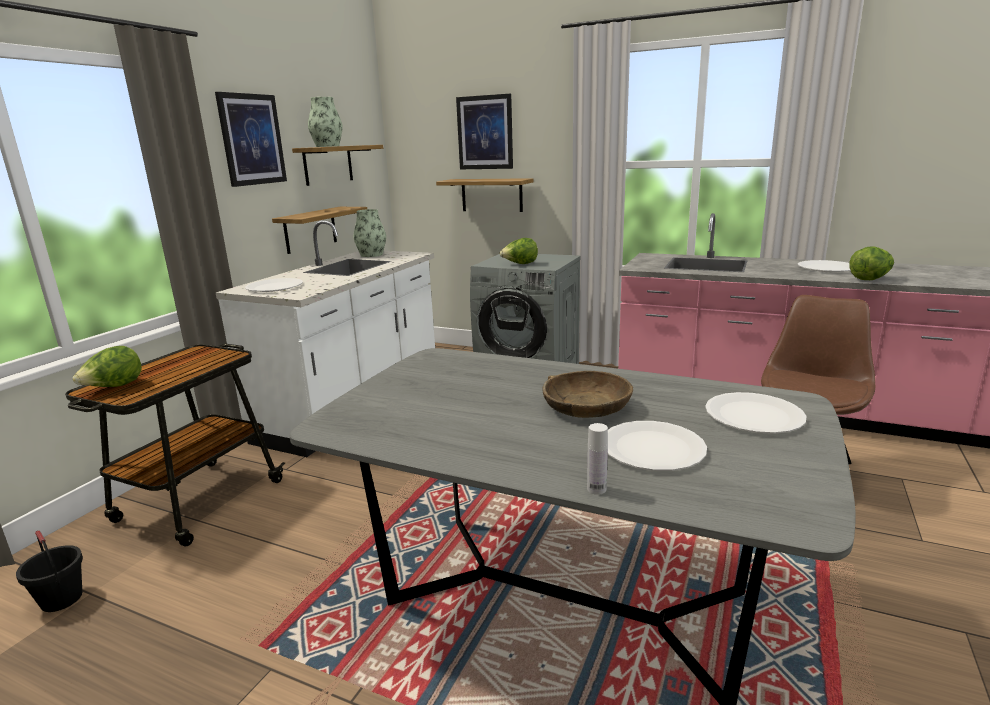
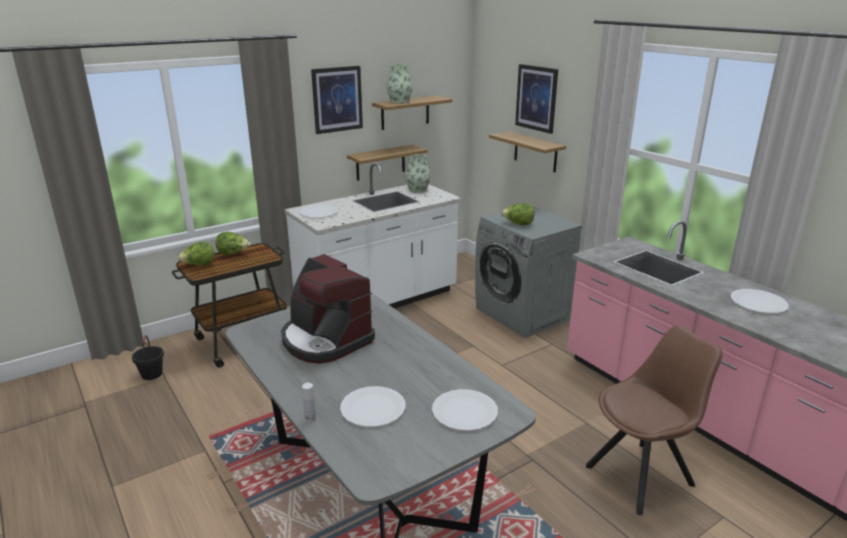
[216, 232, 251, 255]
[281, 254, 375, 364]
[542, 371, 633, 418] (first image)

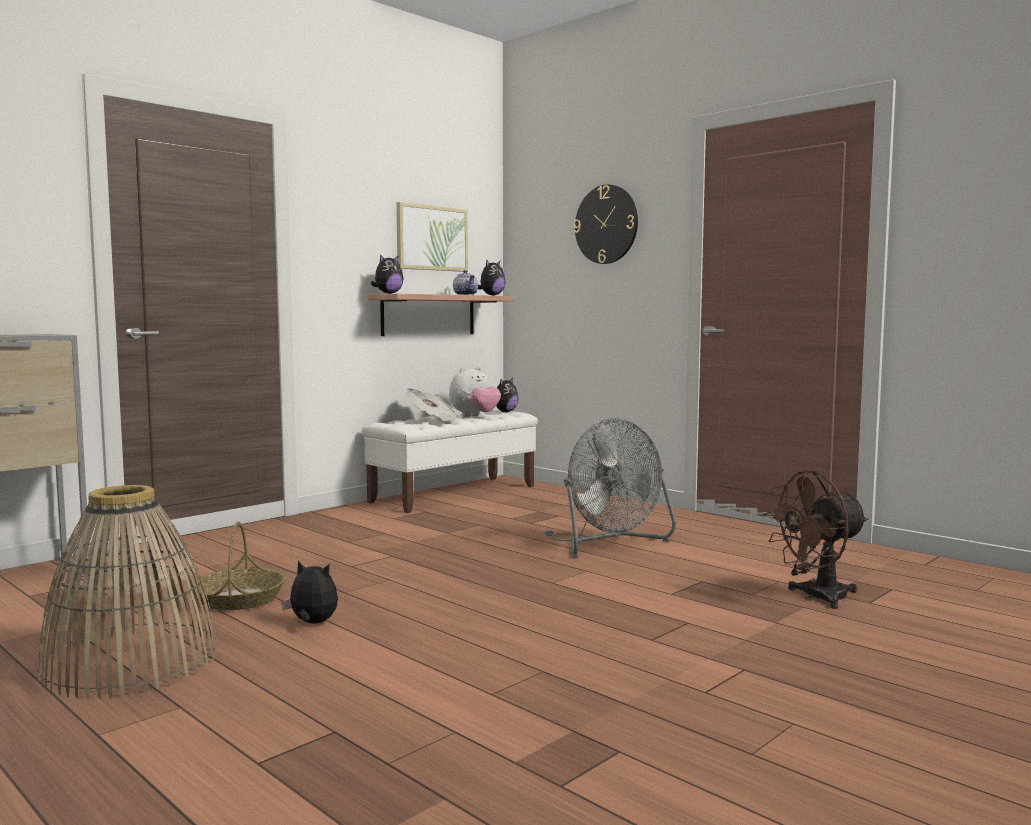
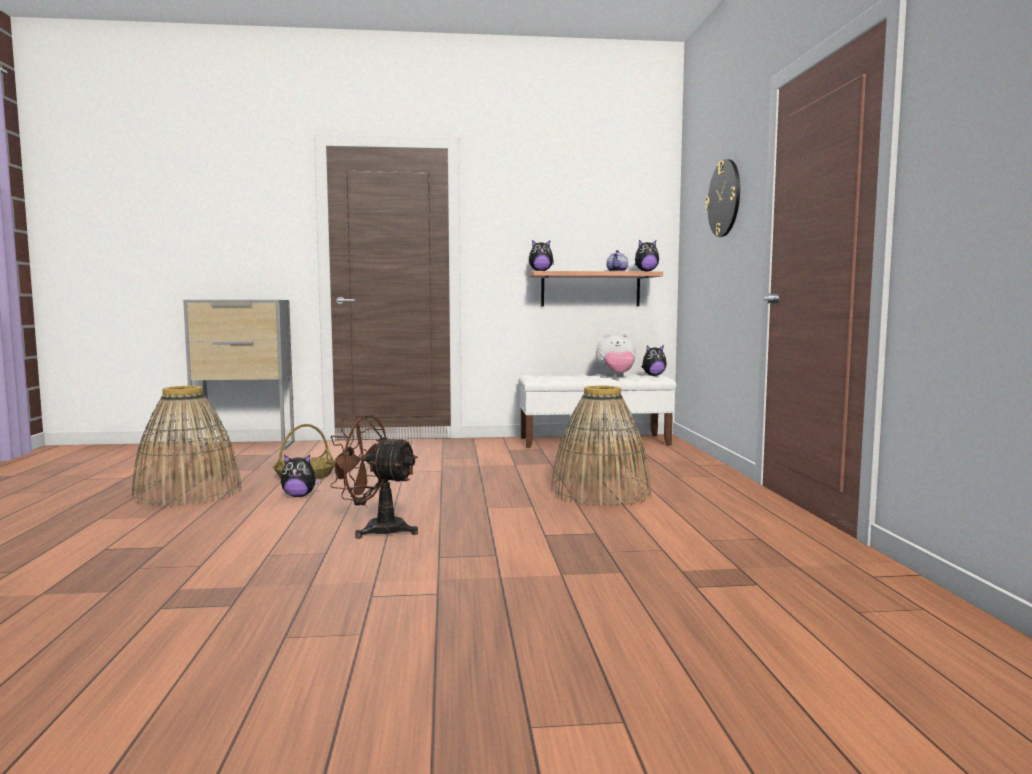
[281, 455, 321, 497]
[326, 415, 418, 539]
[551, 386, 651, 507]
[396, 202, 468, 272] (first image)
[406, 388, 459, 422] (first image)

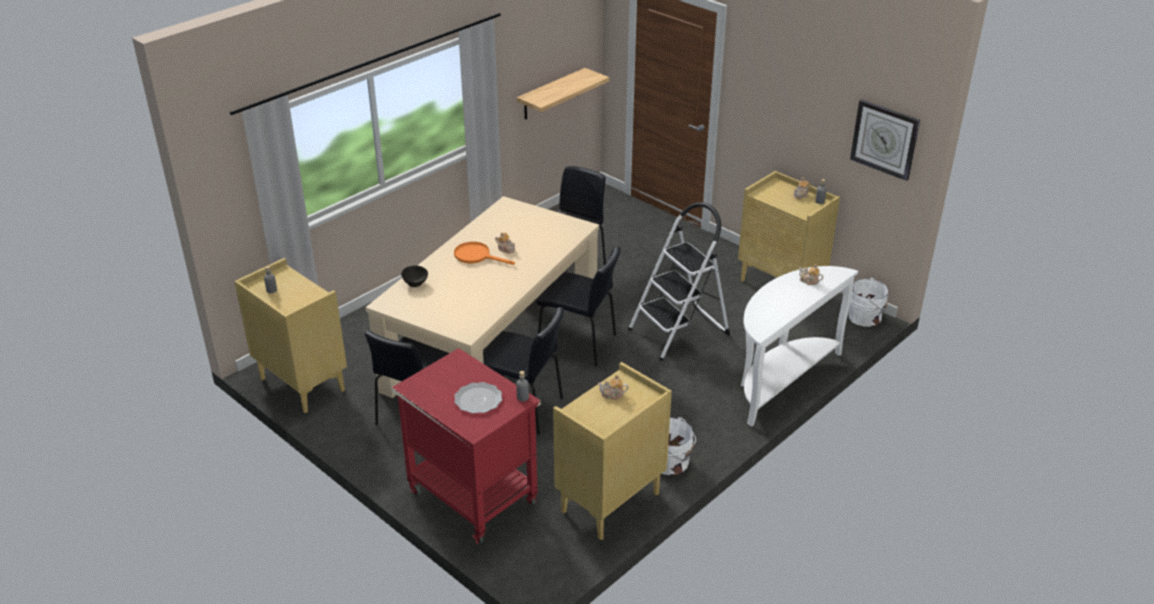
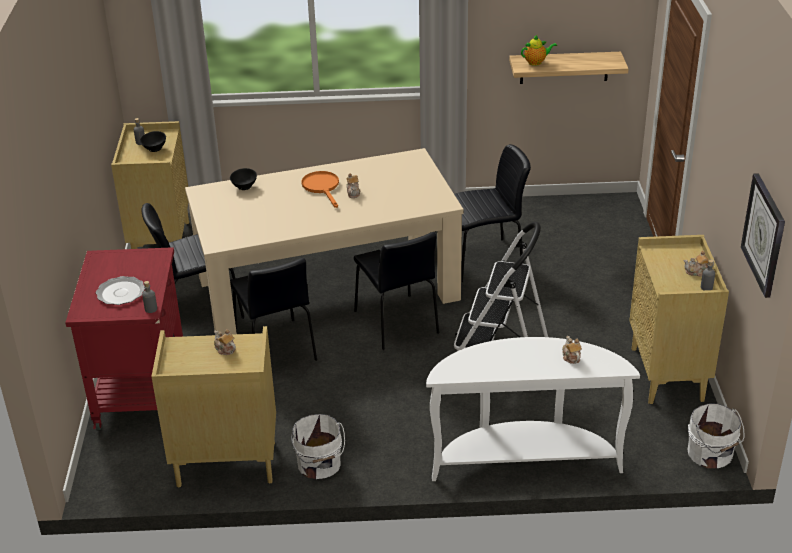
[140, 131, 166, 152]
[521, 35, 557, 66]

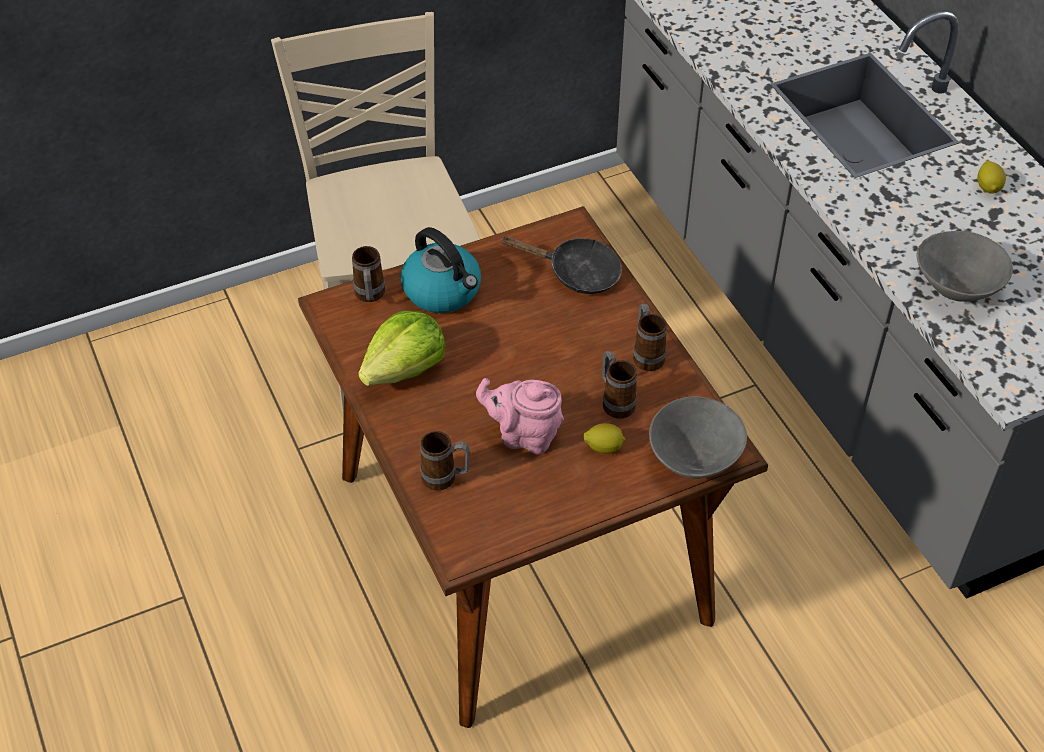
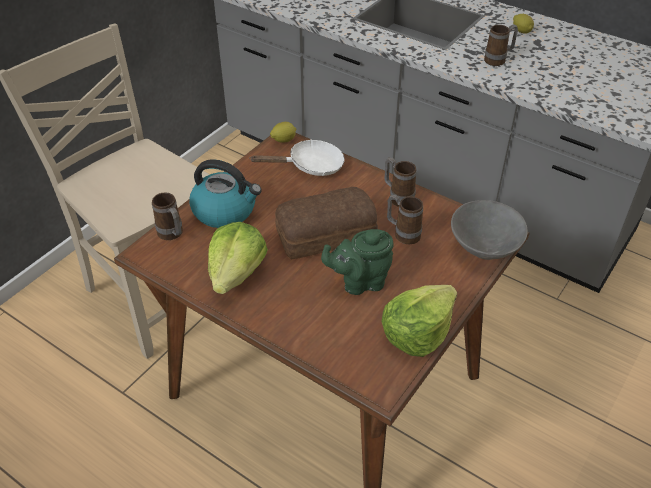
[249, 139, 345, 176]
[270, 122, 296, 143]
[275, 187, 378, 260]
[321, 229, 393, 295]
[381, 285, 457, 357]
[484, 24, 518, 66]
[917, 231, 1013, 302] (first image)

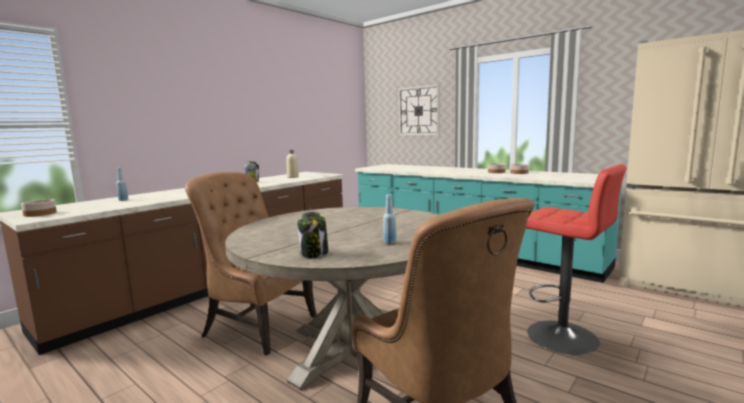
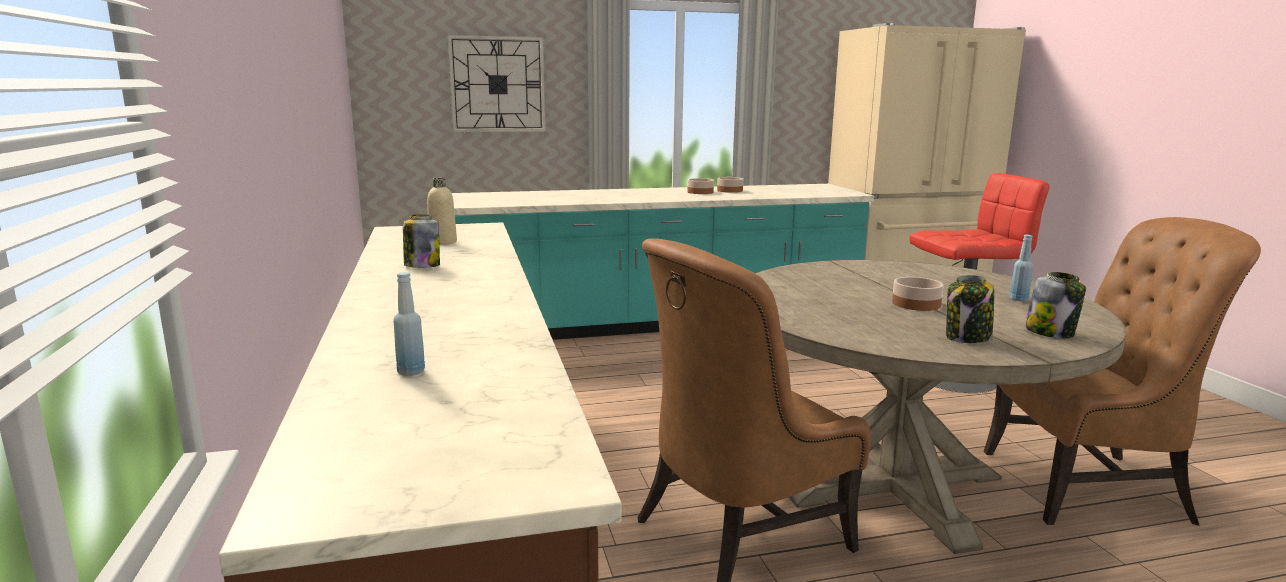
[892, 277, 944, 311]
[946, 275, 994, 343]

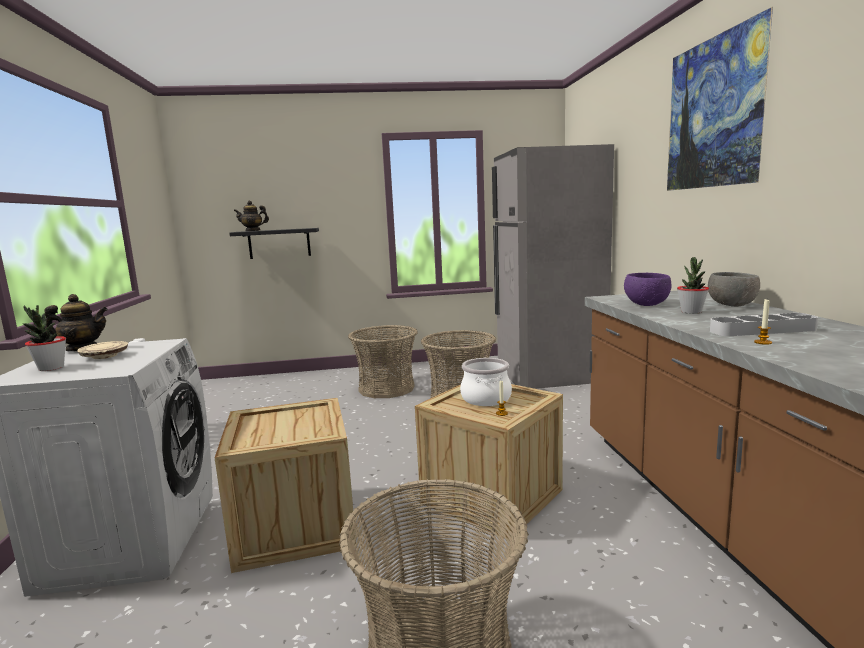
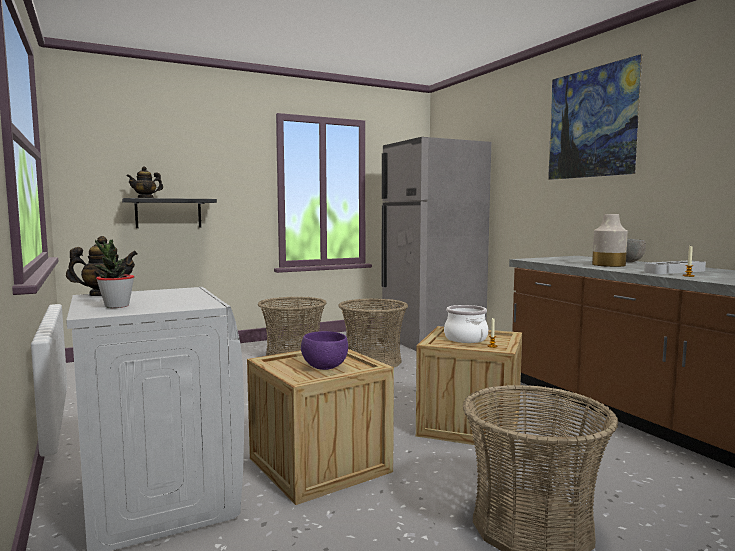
[301, 331, 348, 370]
[592, 214, 628, 267]
[77, 341, 128, 359] (first image)

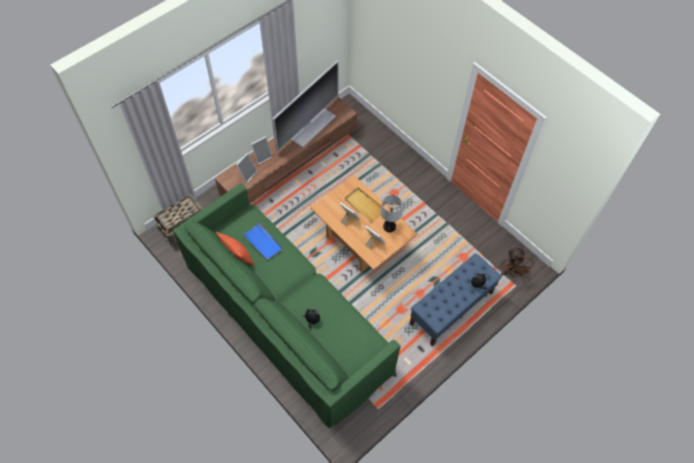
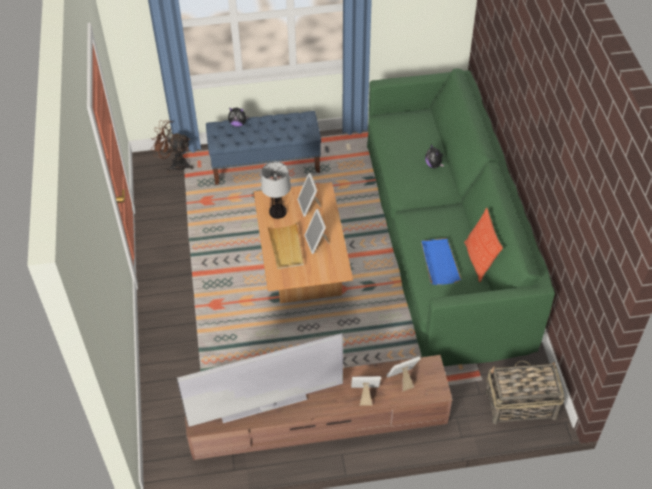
[151, 120, 194, 173]

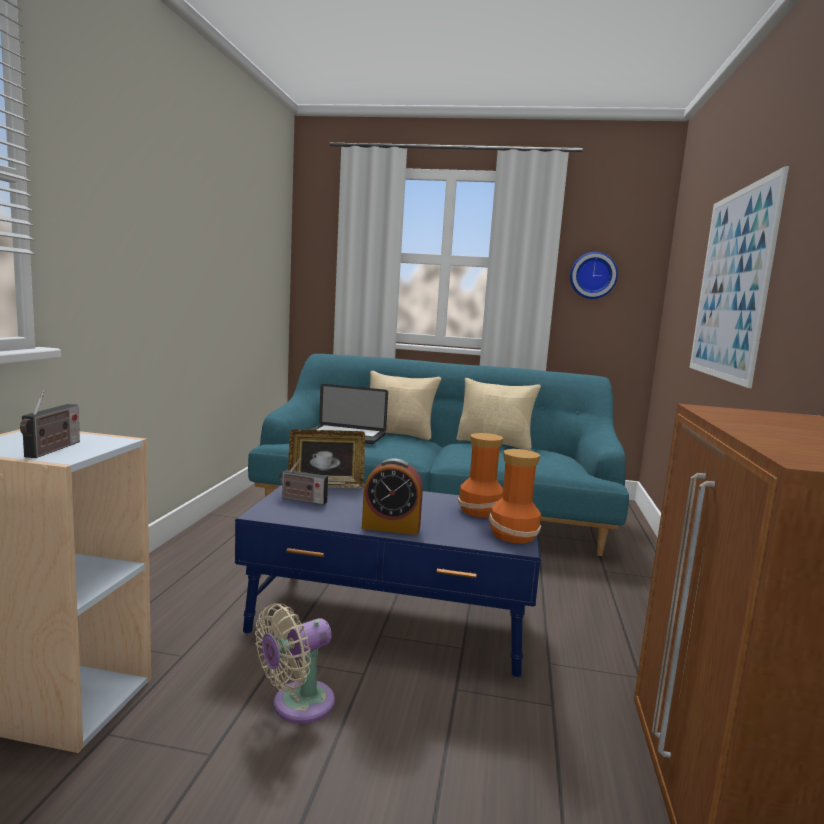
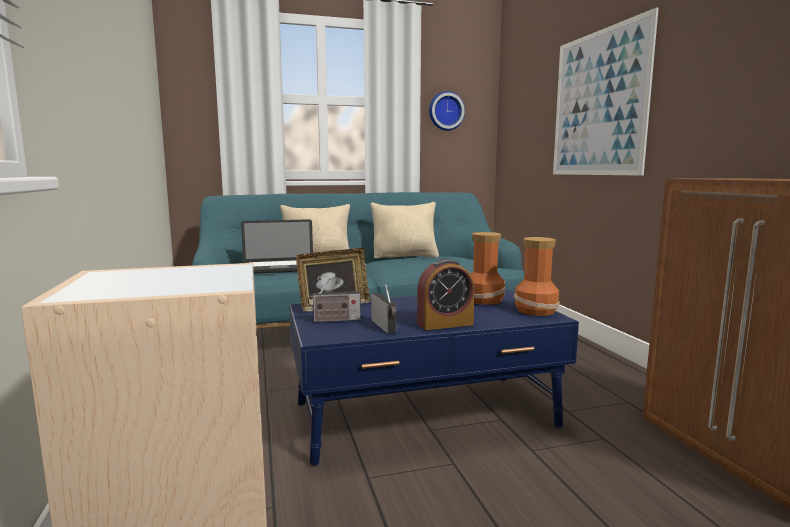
[371, 284, 397, 334]
[255, 603, 335, 724] (first image)

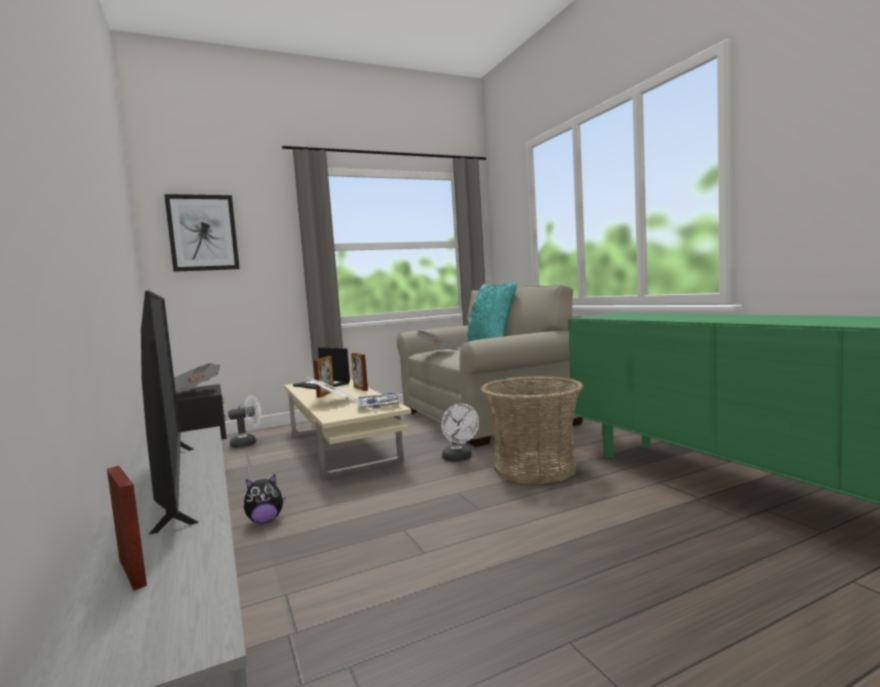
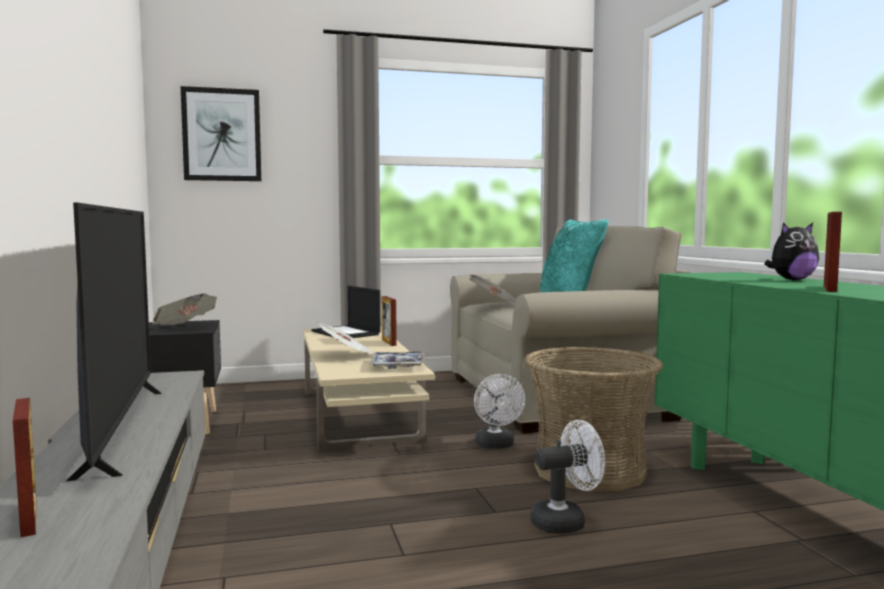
[531, 420, 605, 534]
[765, 223, 819, 280]
[824, 212, 842, 292]

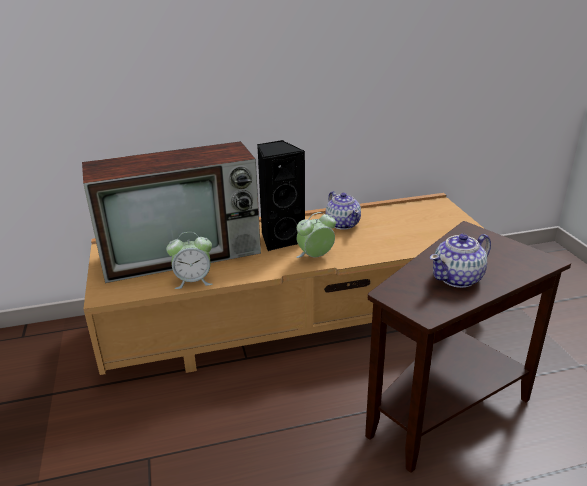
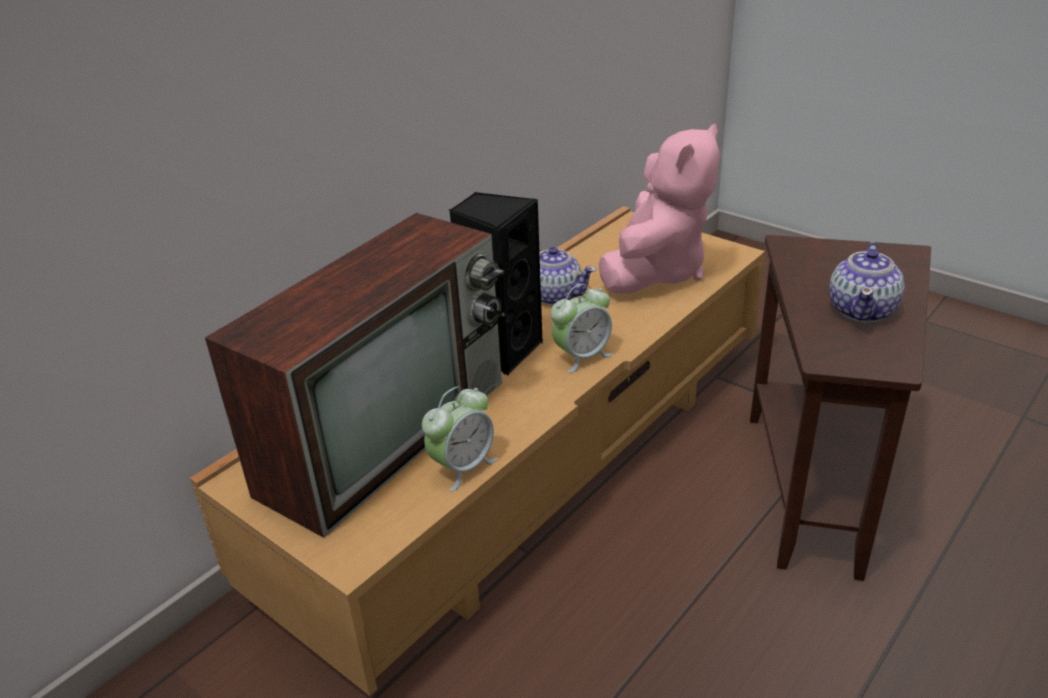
[550, 284, 612, 373]
[599, 124, 720, 294]

